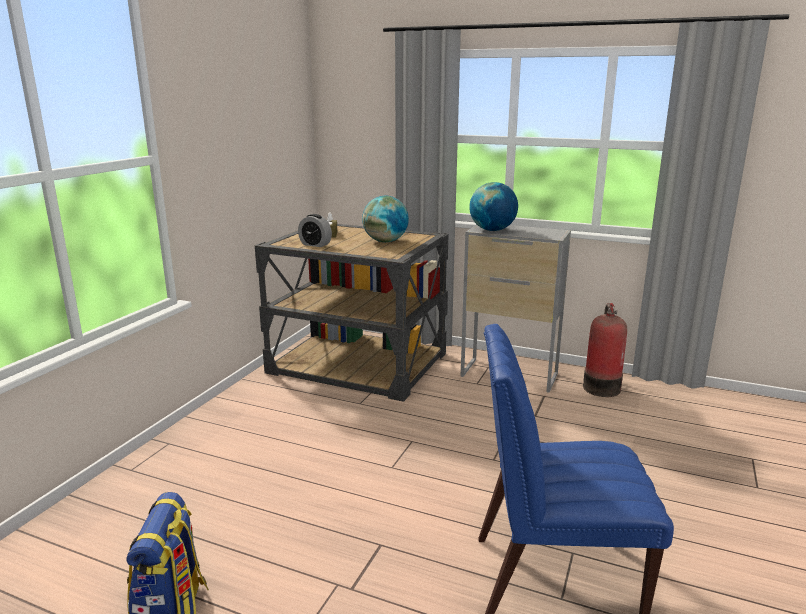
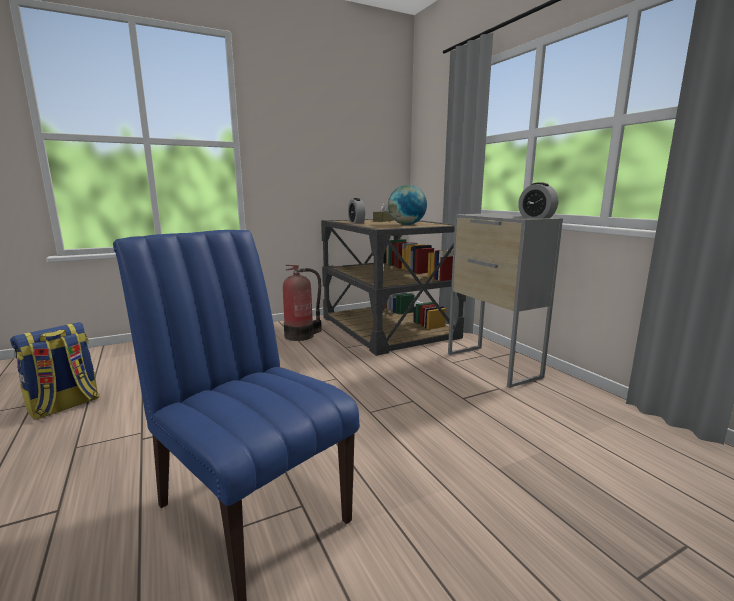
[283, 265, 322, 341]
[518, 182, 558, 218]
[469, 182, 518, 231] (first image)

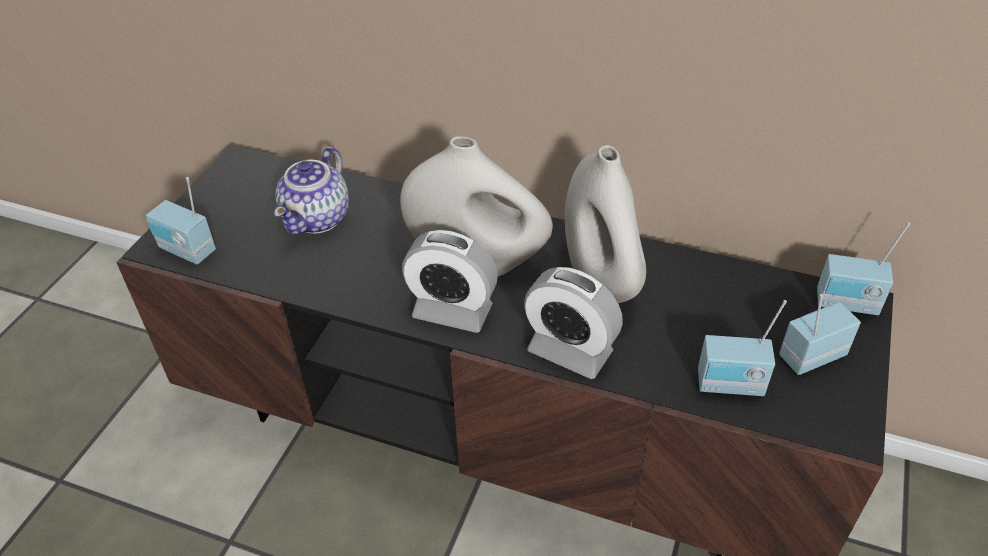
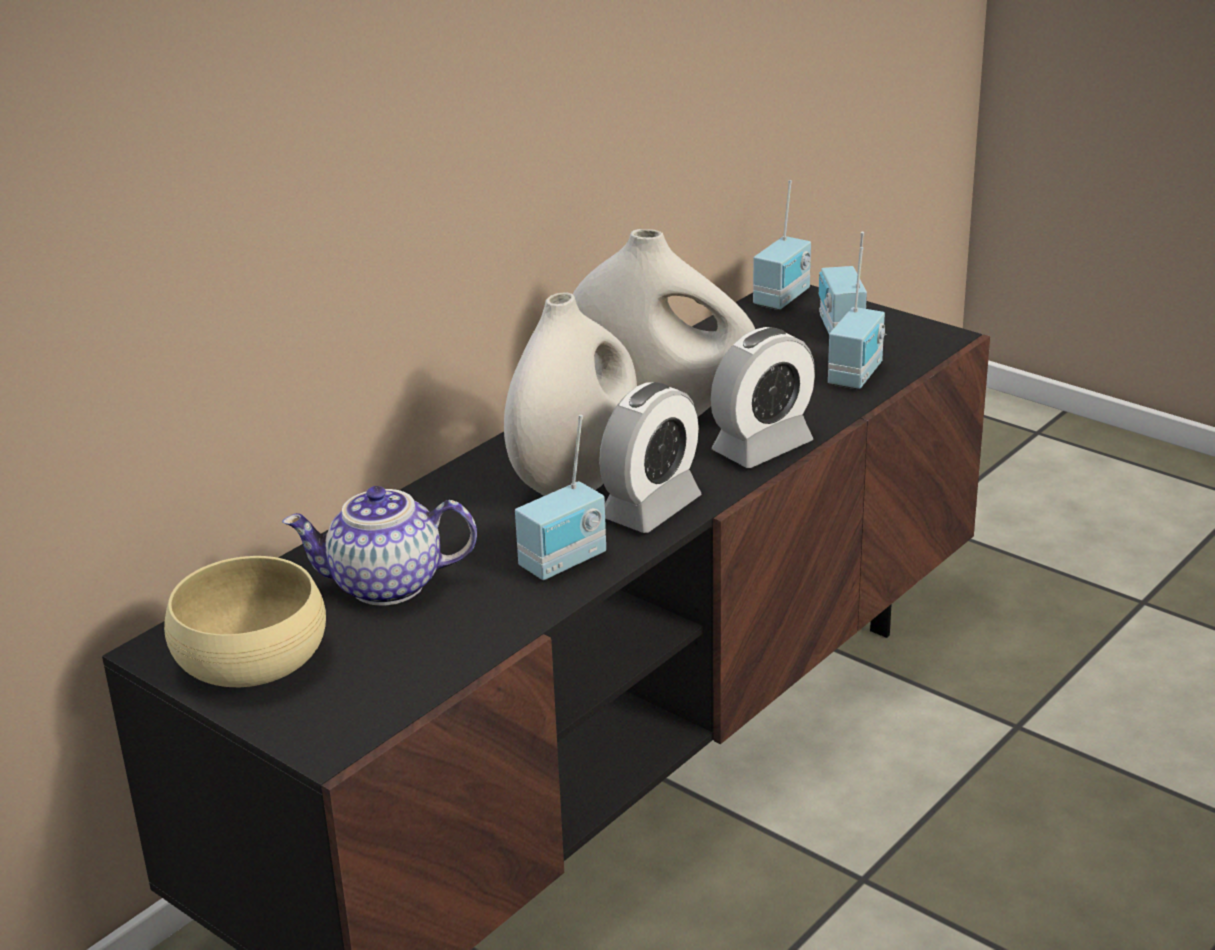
[164, 556, 326, 687]
[282, 486, 477, 606]
[515, 415, 606, 580]

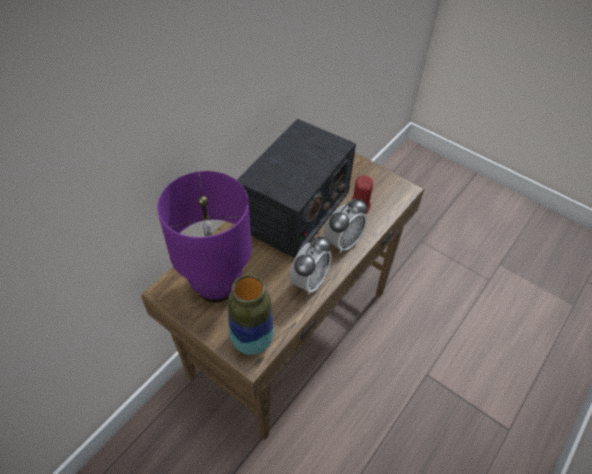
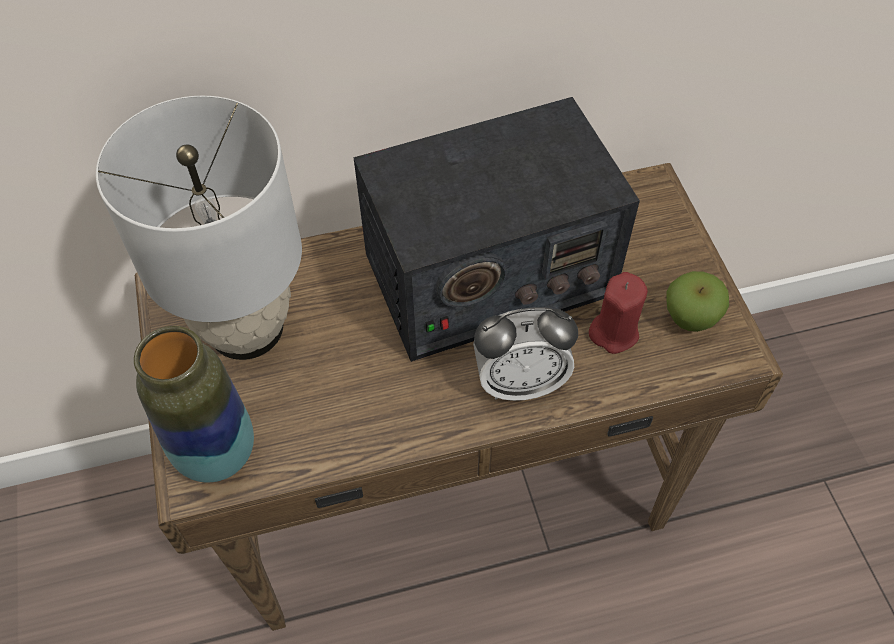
[96, 96, 302, 360]
[667, 271, 729, 332]
[289, 236, 332, 295] (first image)

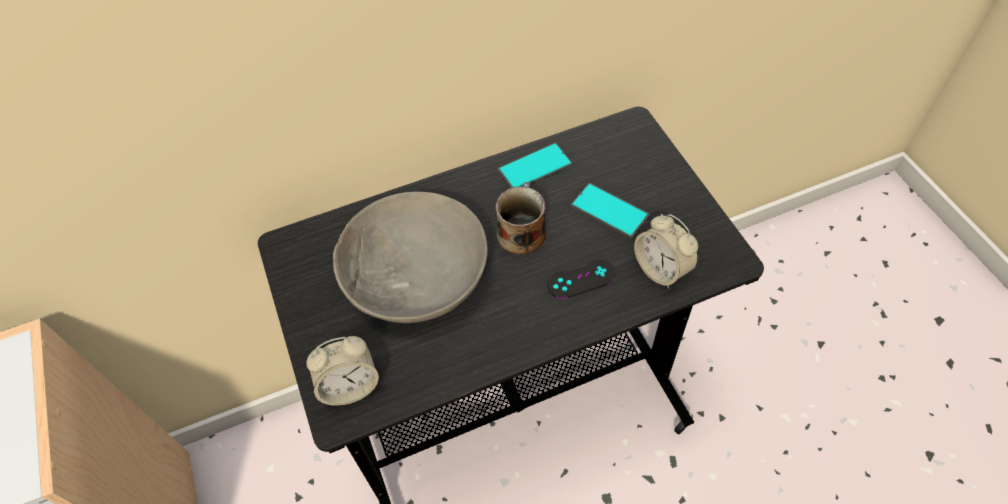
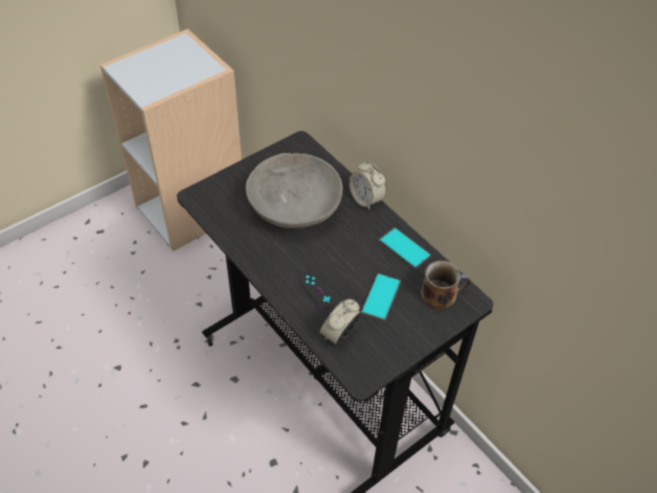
[349, 161, 386, 210]
[421, 261, 471, 310]

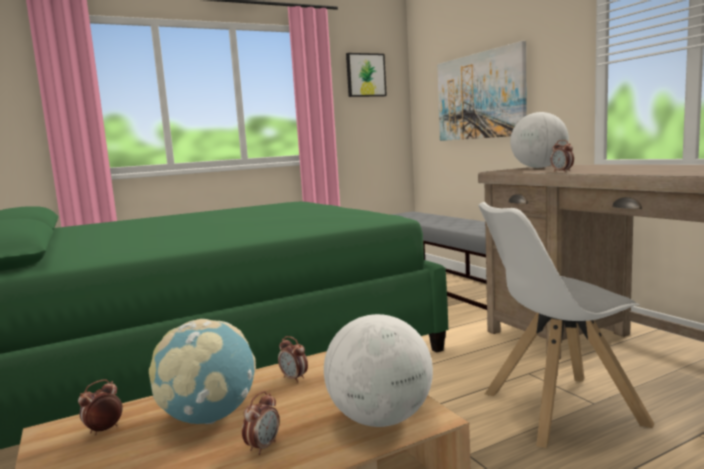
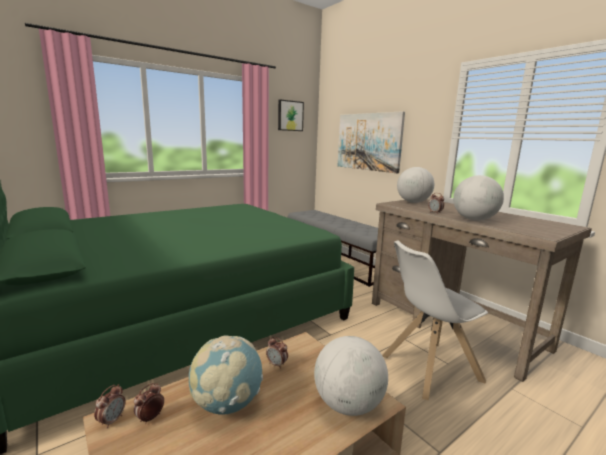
[94, 384, 125, 429]
[453, 175, 504, 221]

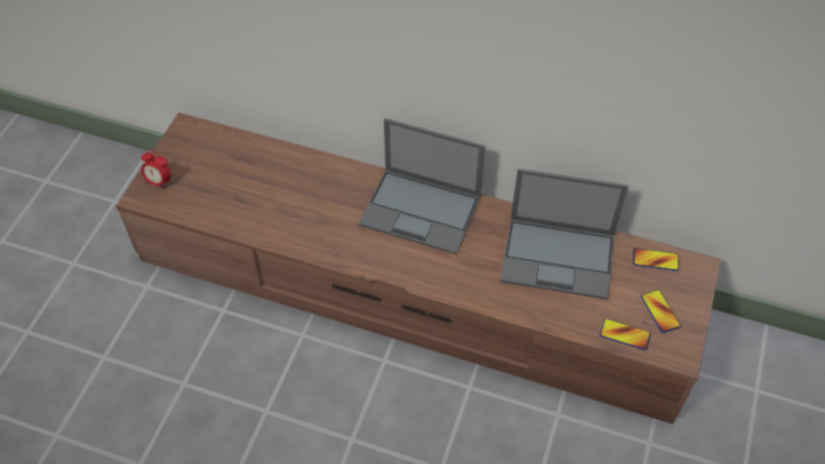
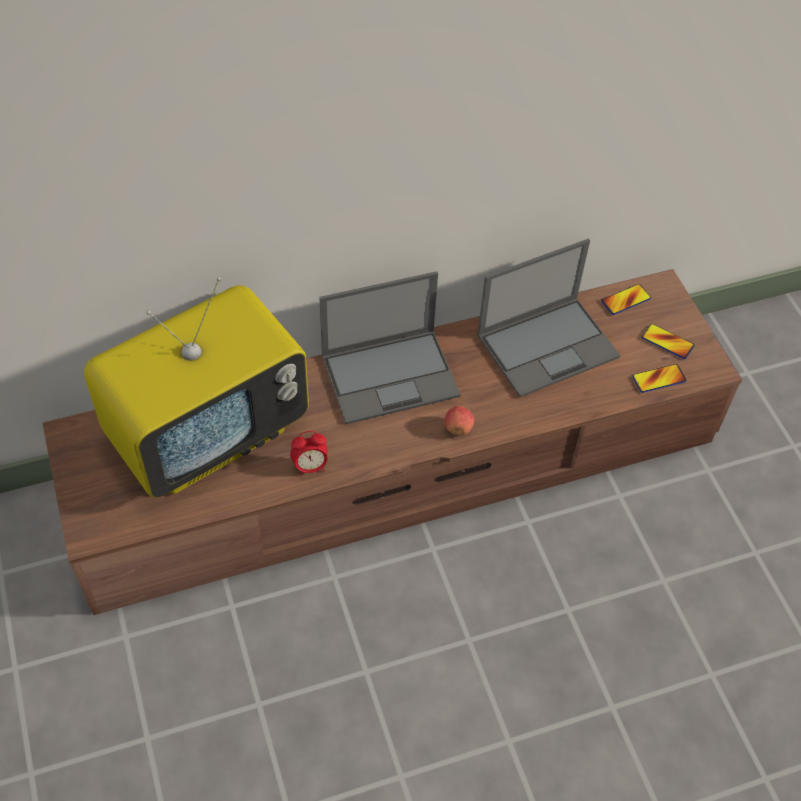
[84, 277, 309, 498]
[290, 431, 328, 476]
[445, 406, 474, 435]

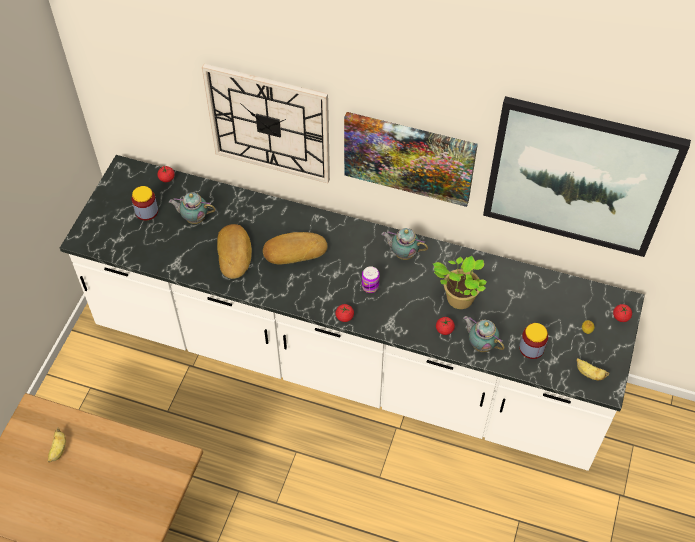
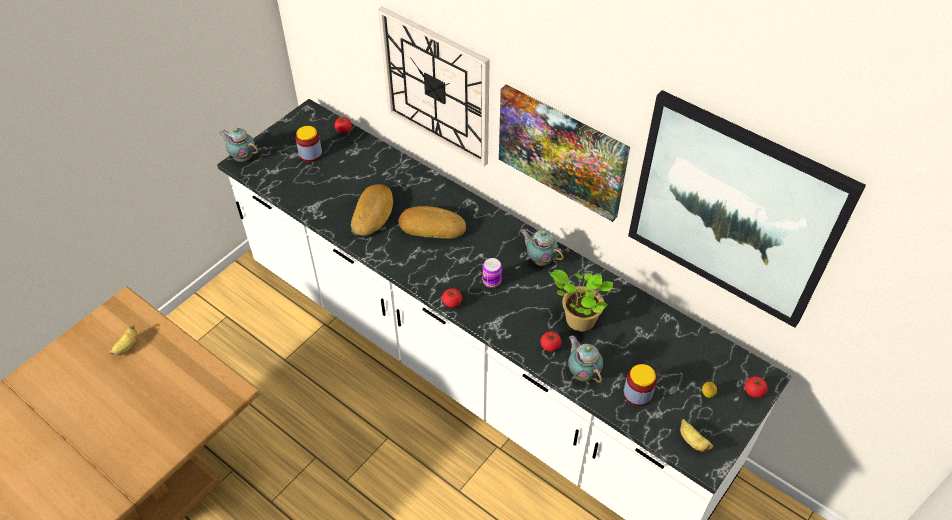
[219, 128, 258, 162]

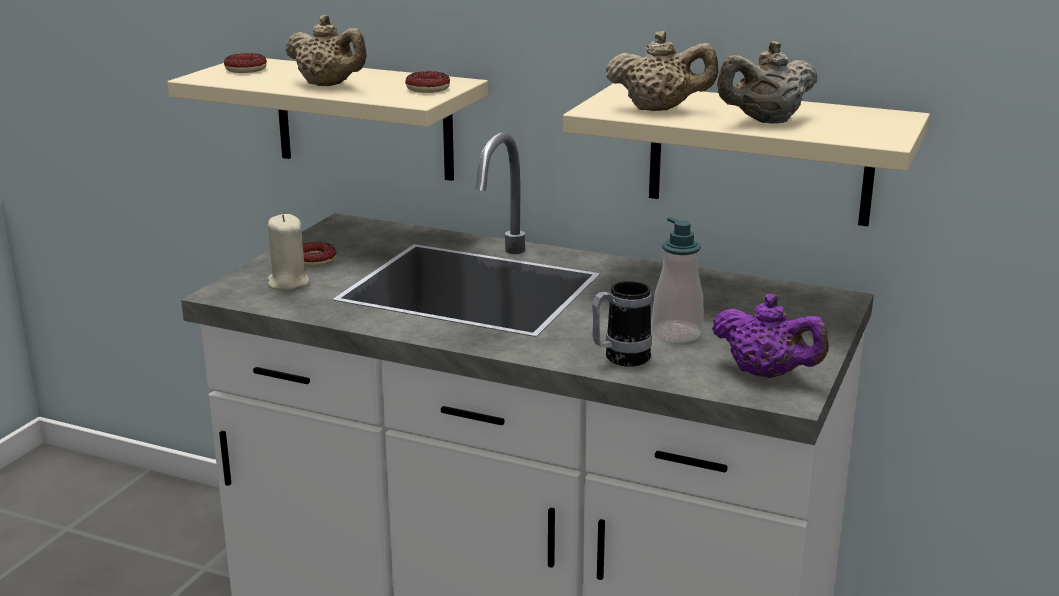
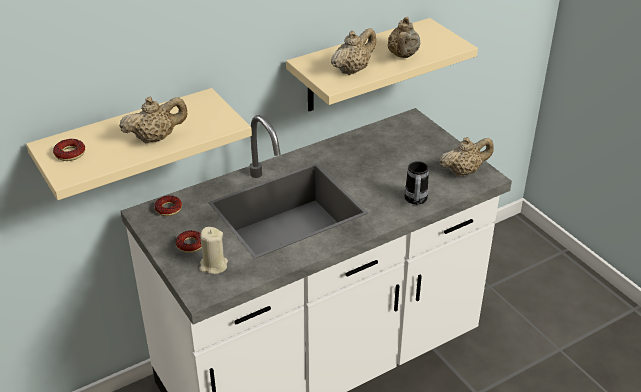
[154, 195, 182, 216]
[439, 137, 494, 176]
[652, 217, 703, 343] (first image)

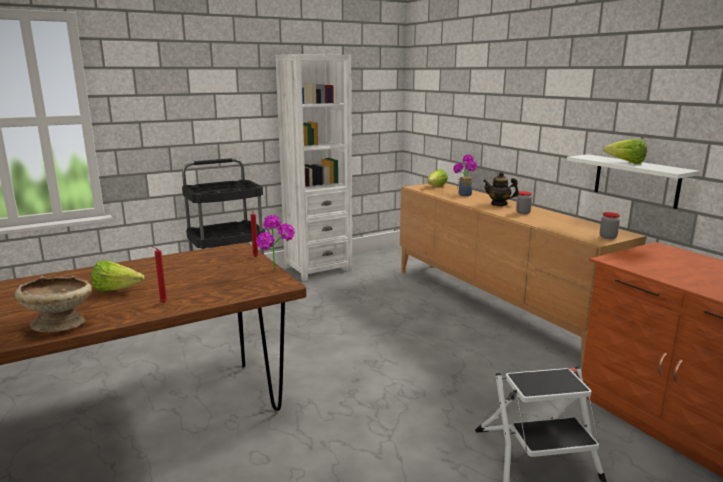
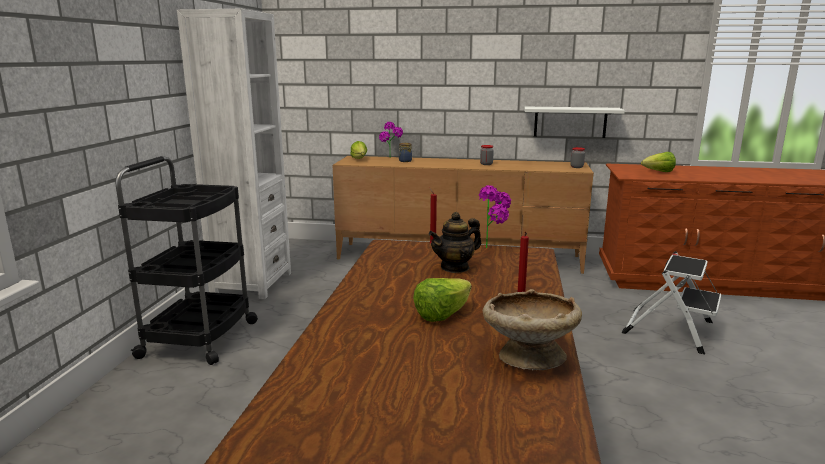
[428, 212, 481, 273]
[641, 152, 676, 172]

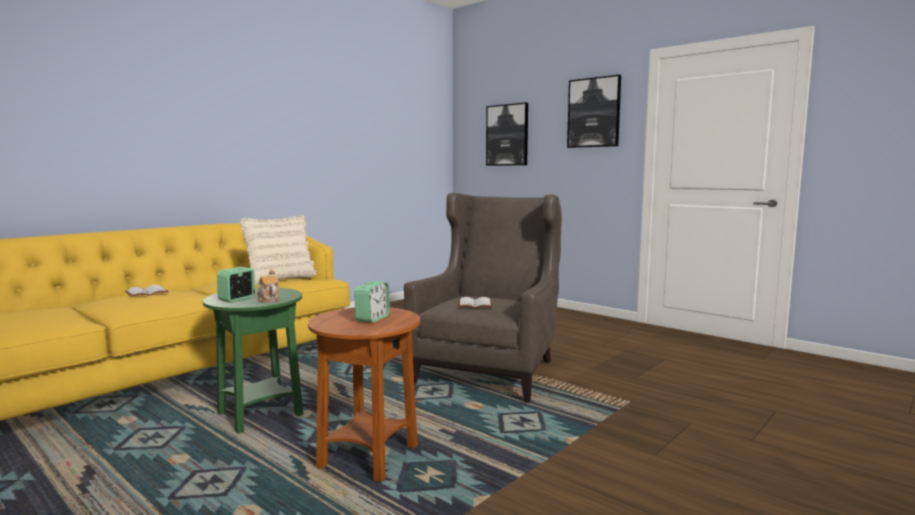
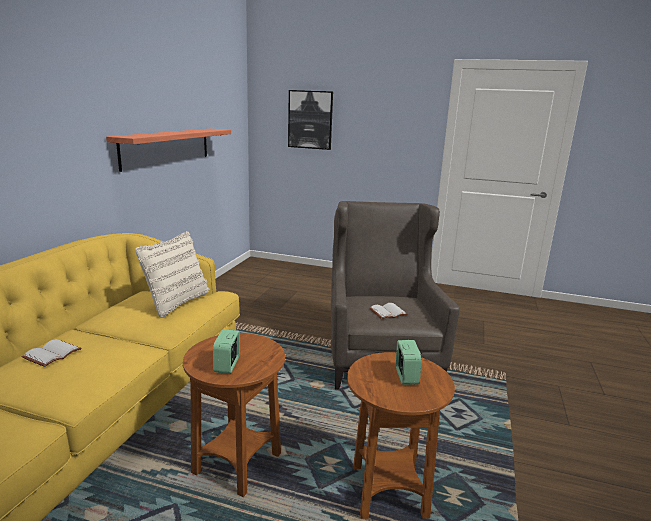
[106, 129, 231, 172]
[183, 333, 285, 497]
[257, 269, 279, 303] (first image)
[567, 75, 621, 148] (first image)

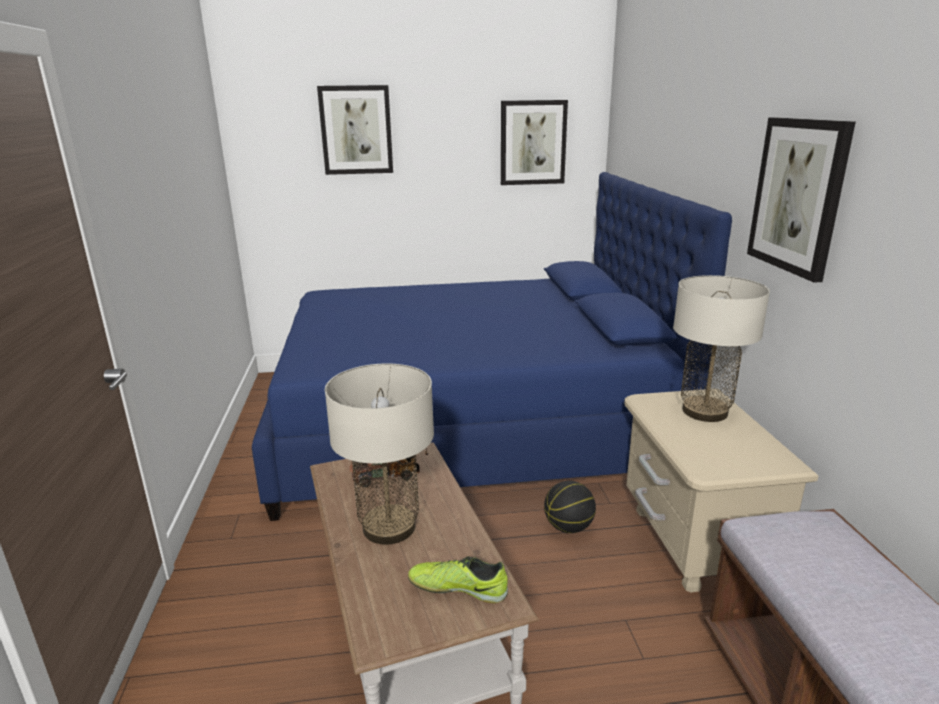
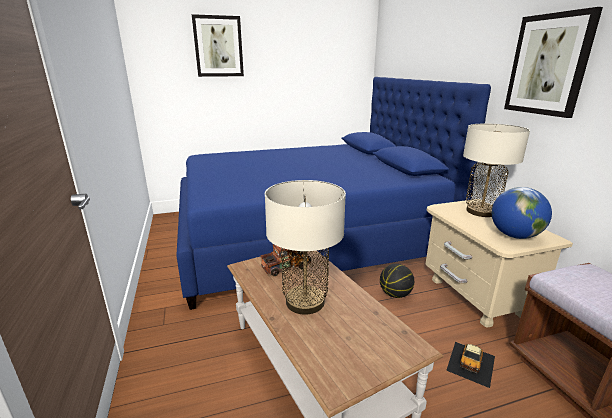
[446, 342, 495, 388]
[492, 187, 552, 239]
[408, 556, 508, 603] (first image)
[501, 100, 568, 185] (first image)

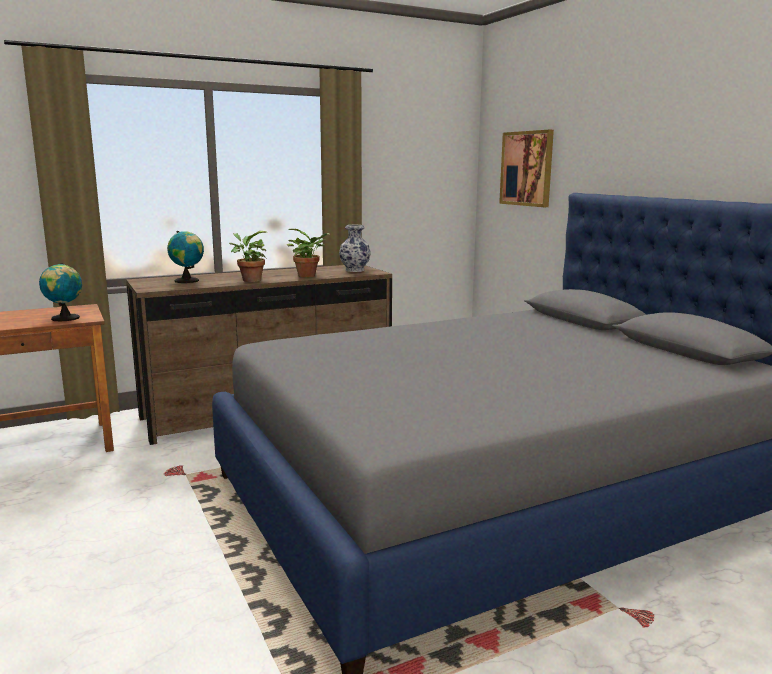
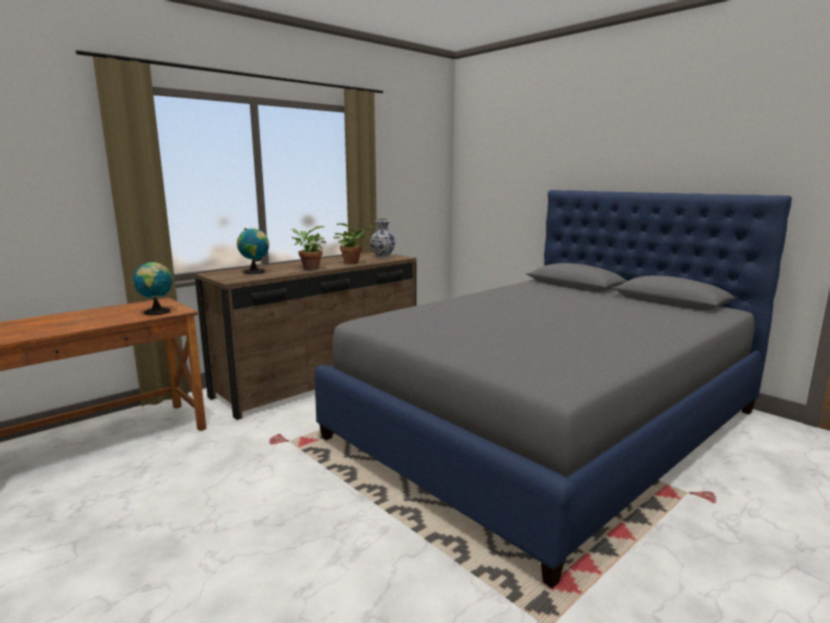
[499, 130, 554, 207] (first image)

